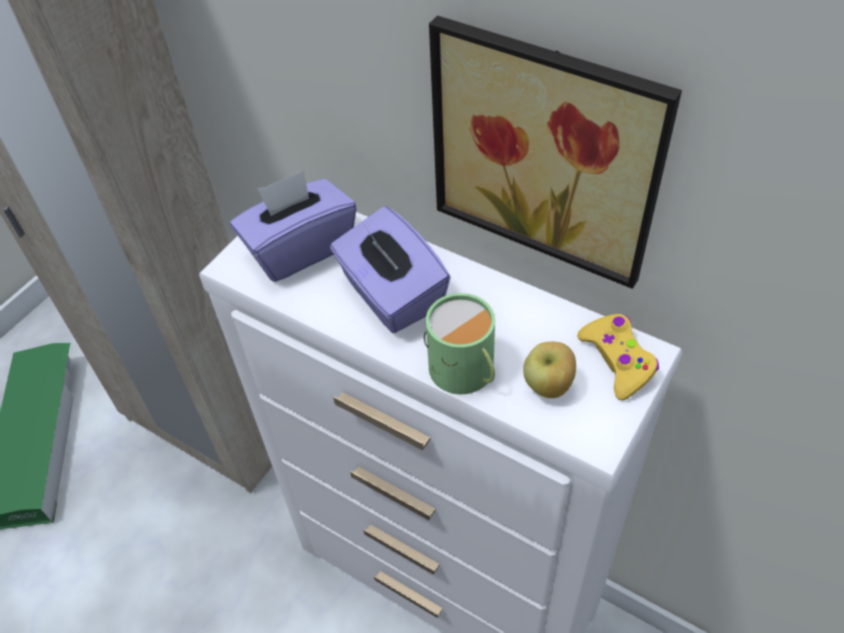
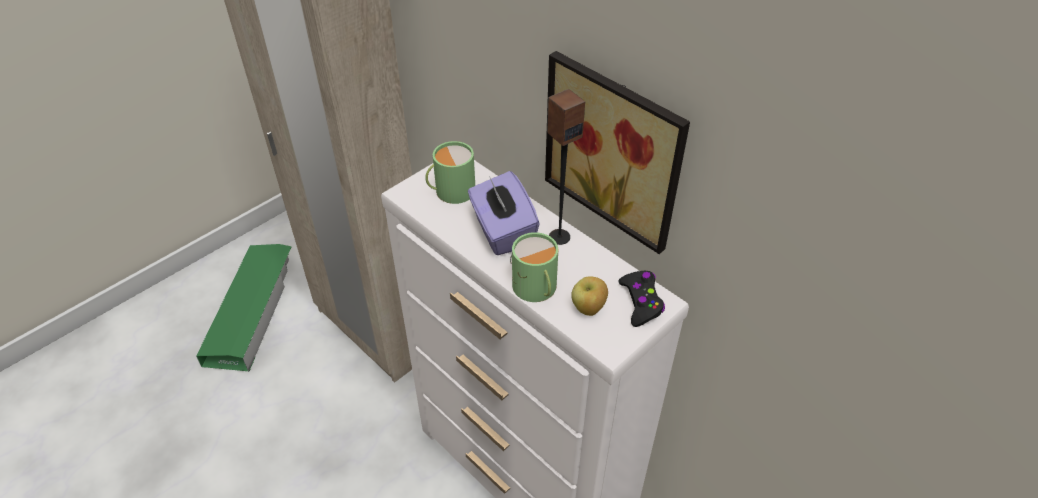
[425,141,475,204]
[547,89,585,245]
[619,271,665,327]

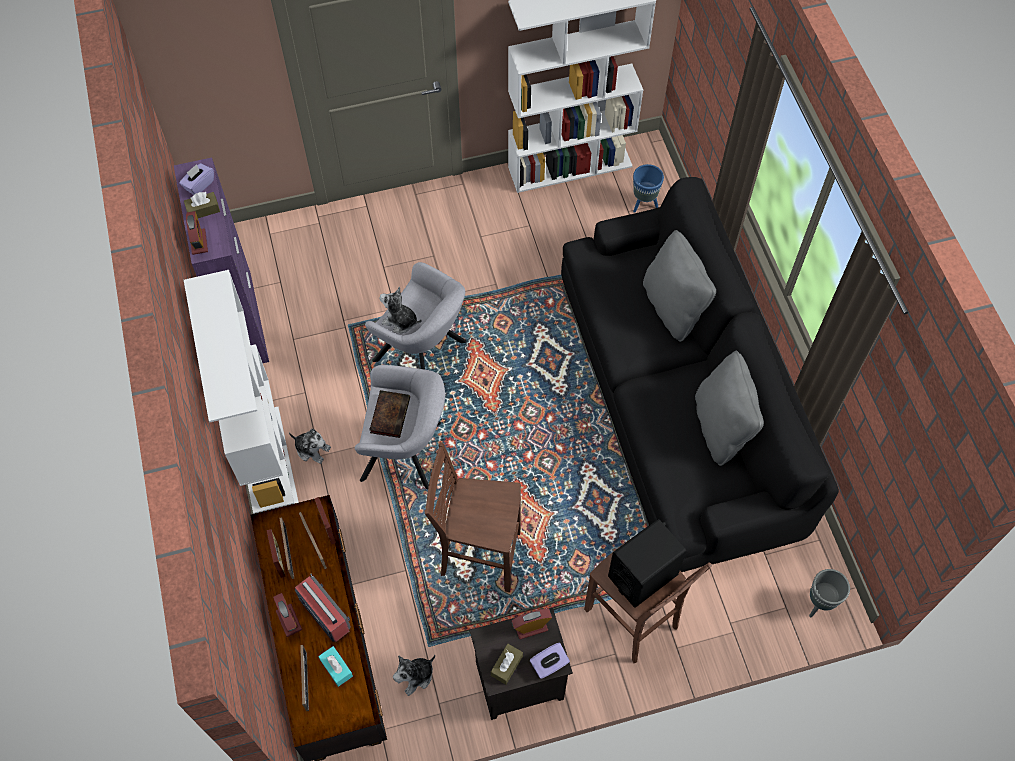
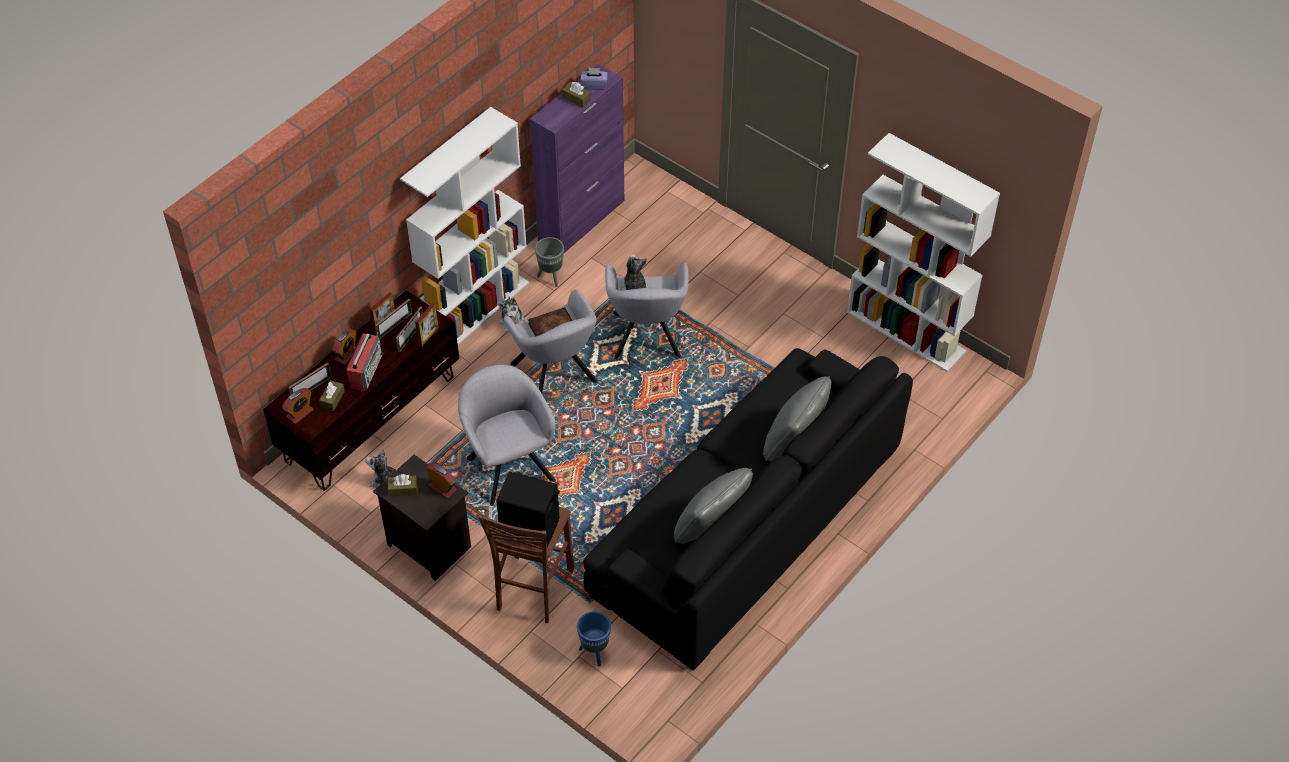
[282,388,314,424]
[319,380,345,411]
[458,365,556,506]
[535,237,564,287]
[577,611,611,666]
[530,643,570,679] (first image)

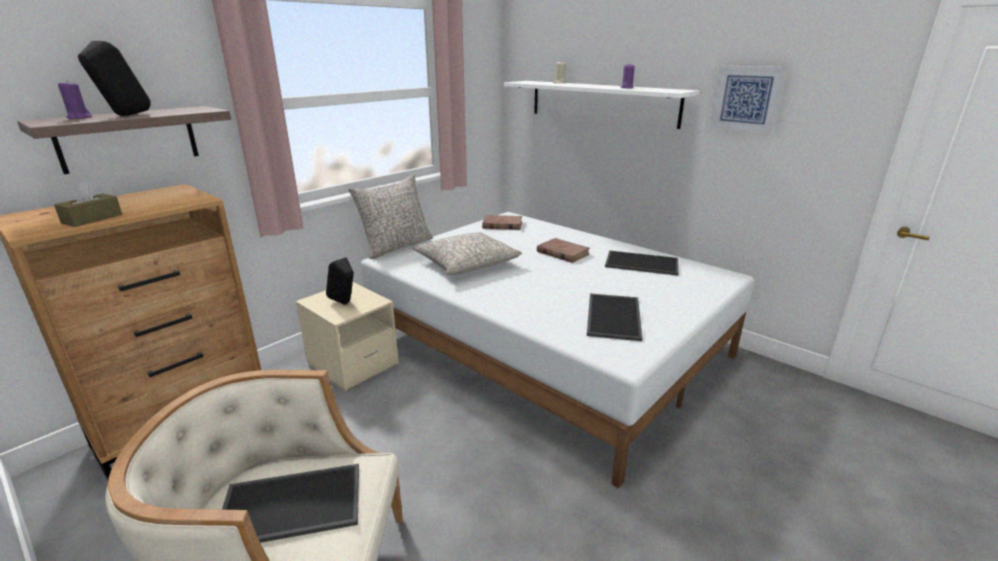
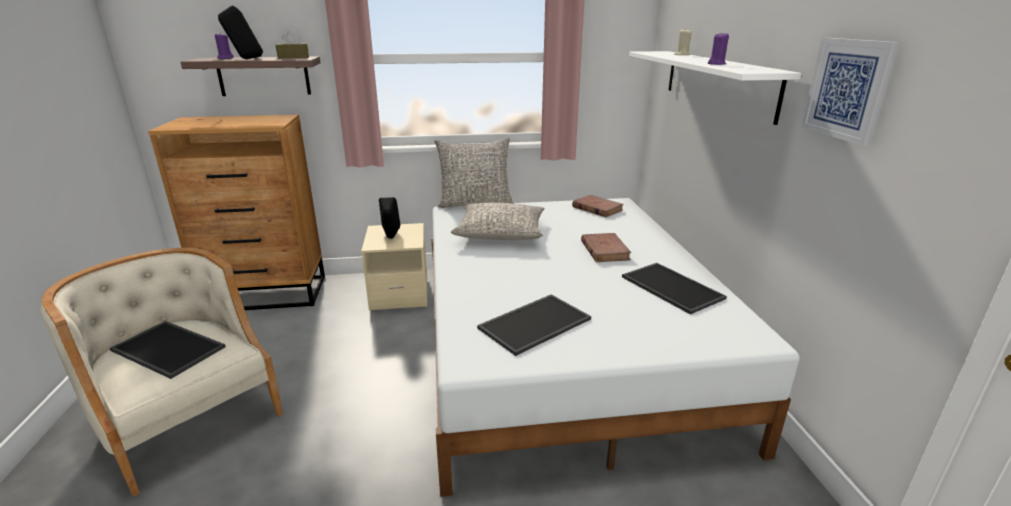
[276,31,309,59]

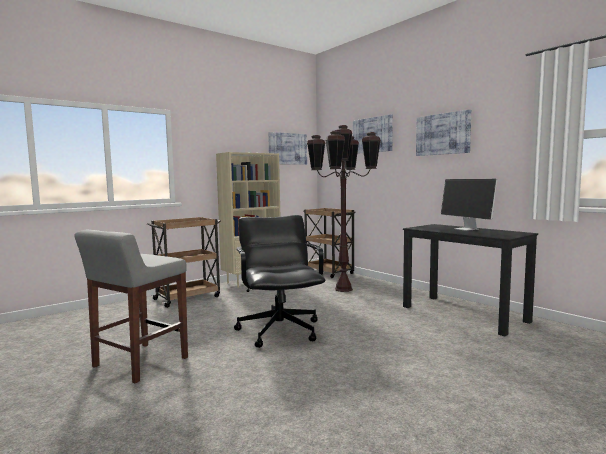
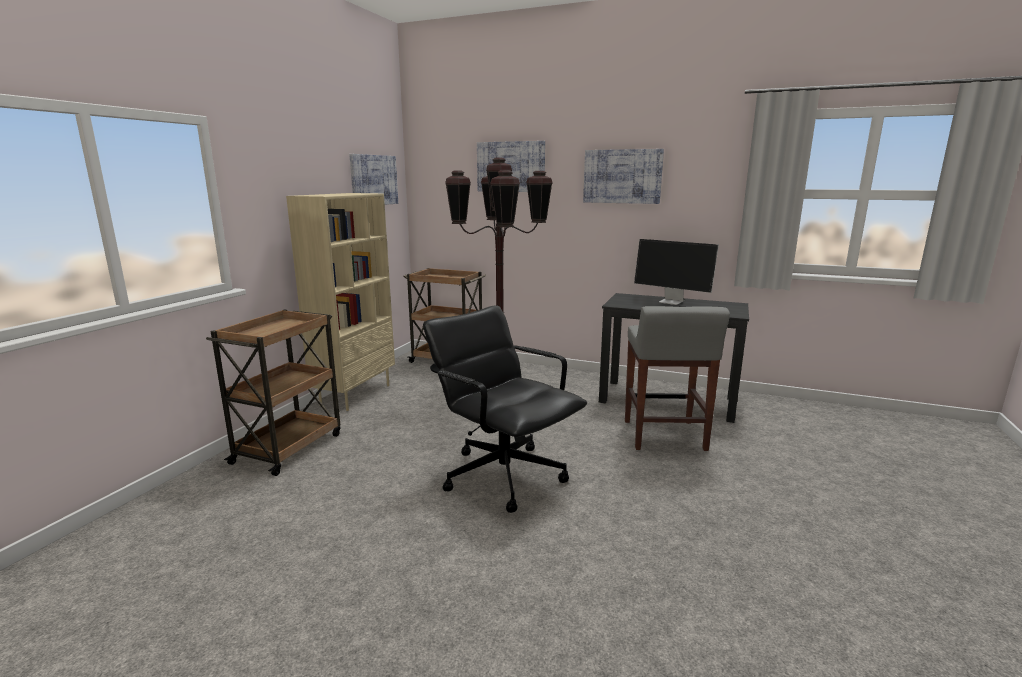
[625,306,730,451]

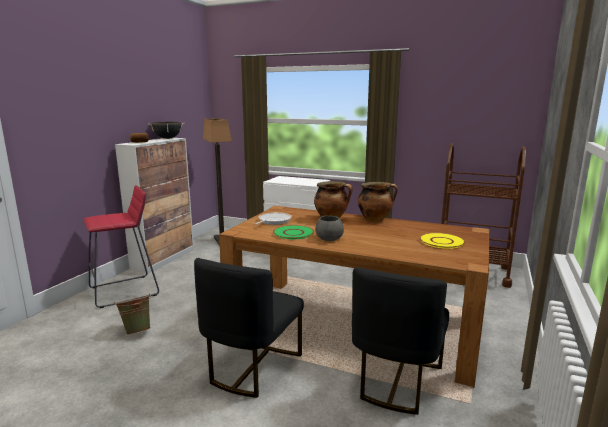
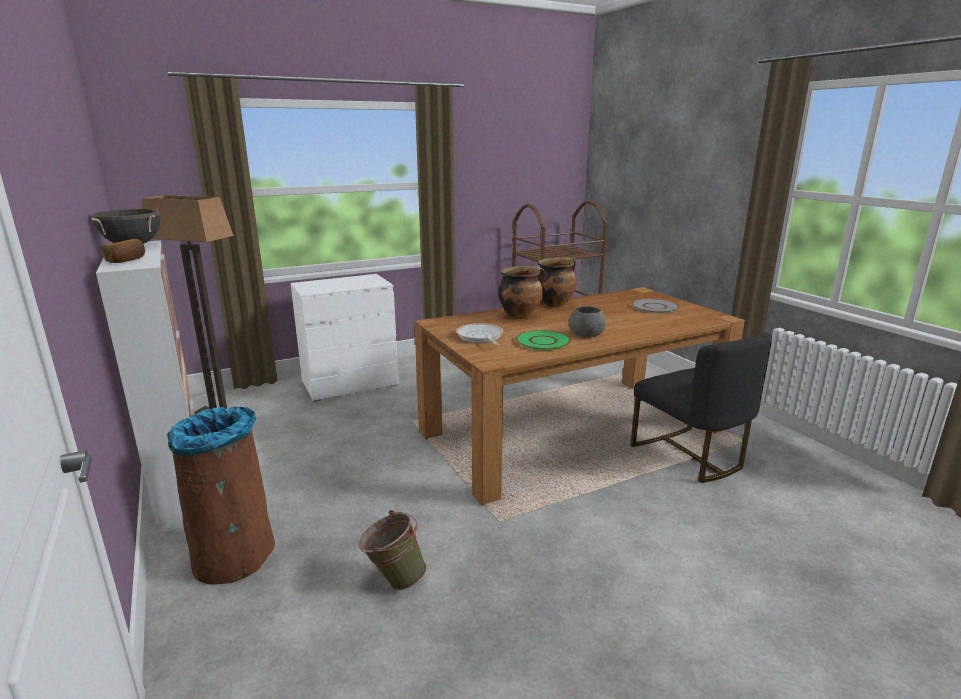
[167,407,275,585]
[631,299,679,313]
[194,258,304,398] (first image)

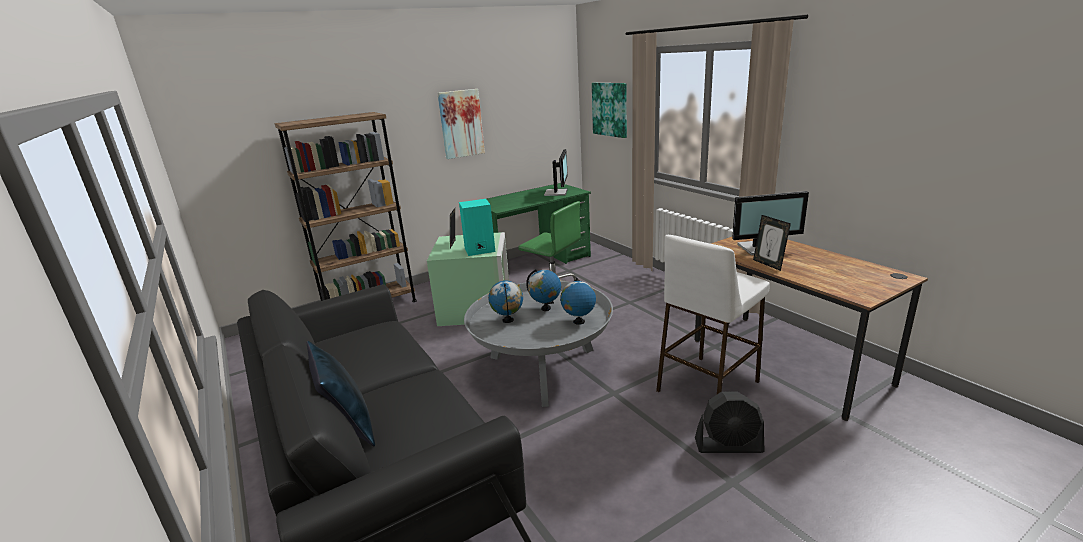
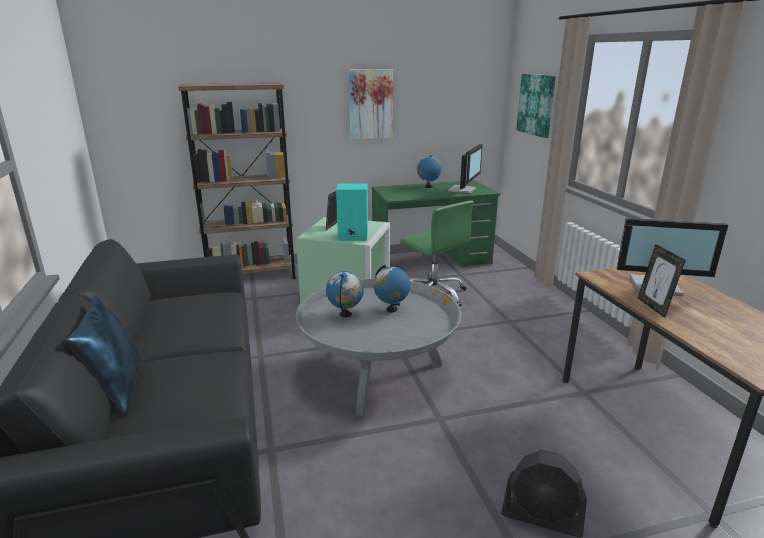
[417,155,442,188]
[656,235,770,394] (first image)

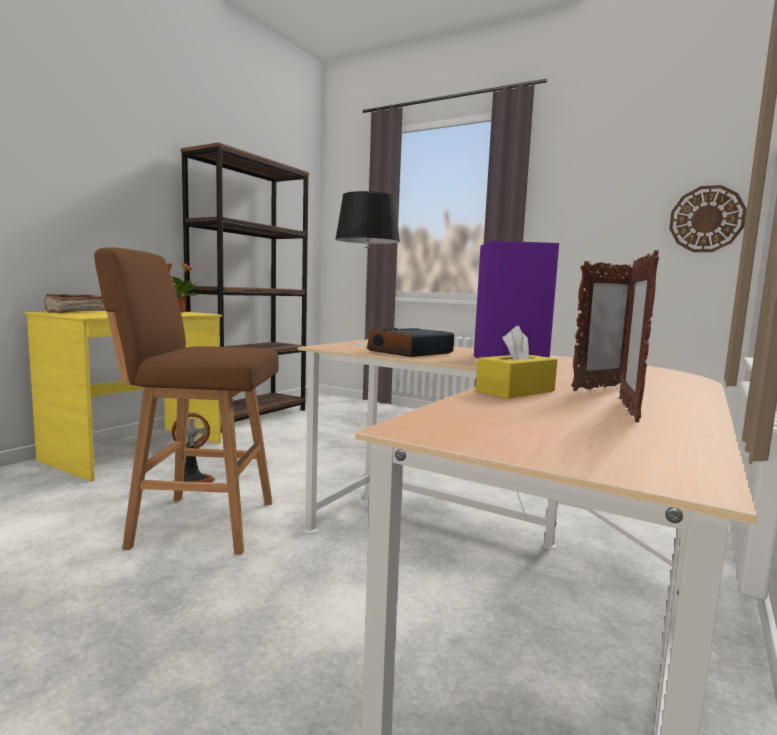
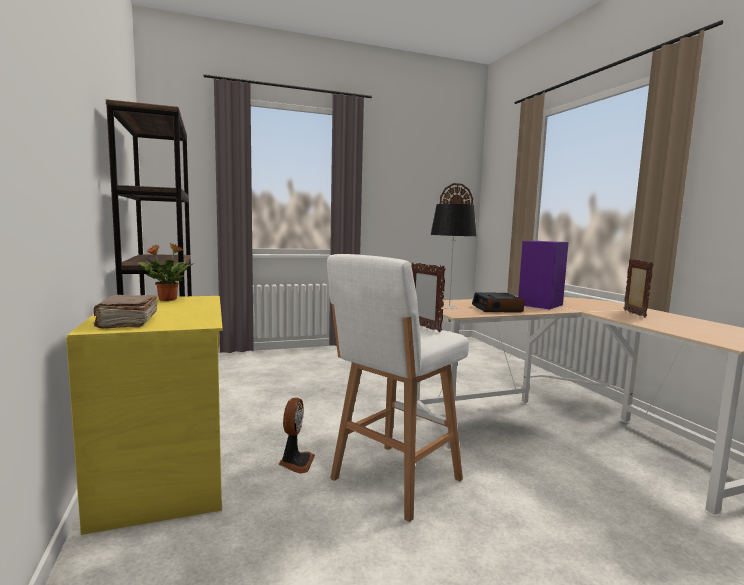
[327,254,469,522]
[411,262,446,332]
[475,326,557,399] (first image)

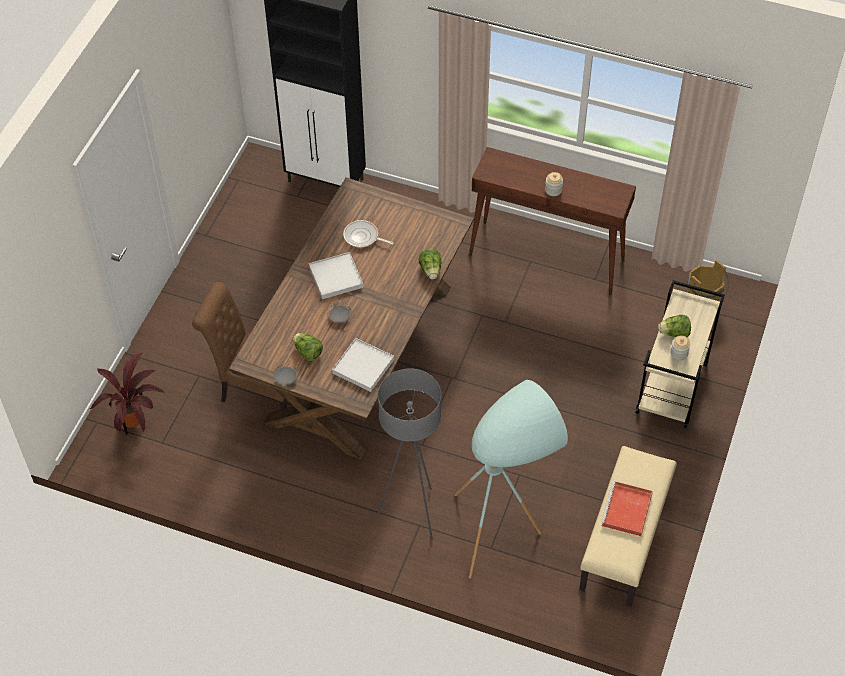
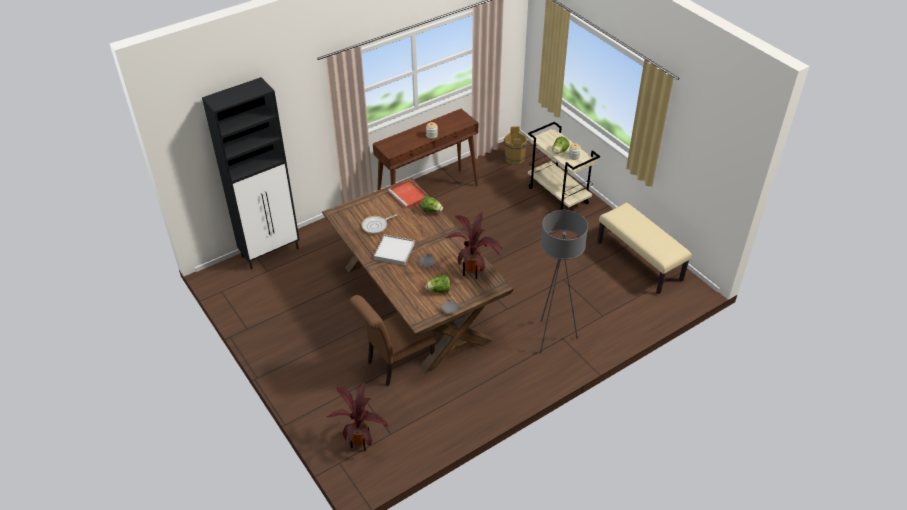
[388,179,429,209]
[445,212,502,279]
[454,380,568,579] (first image)

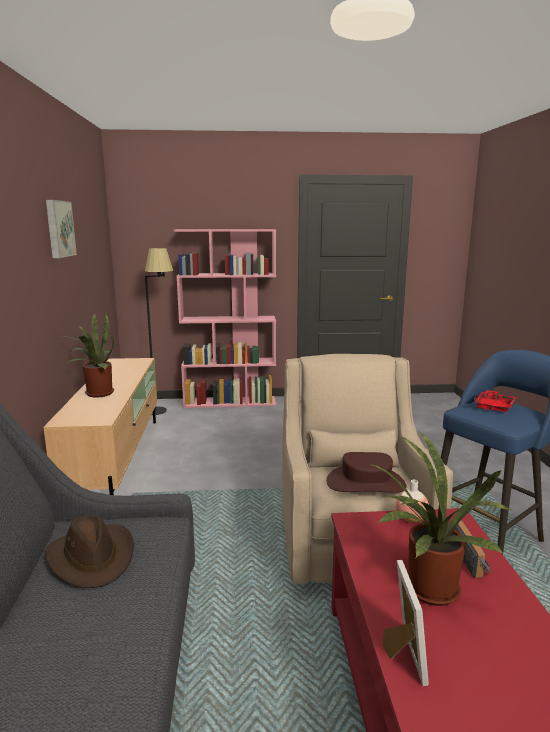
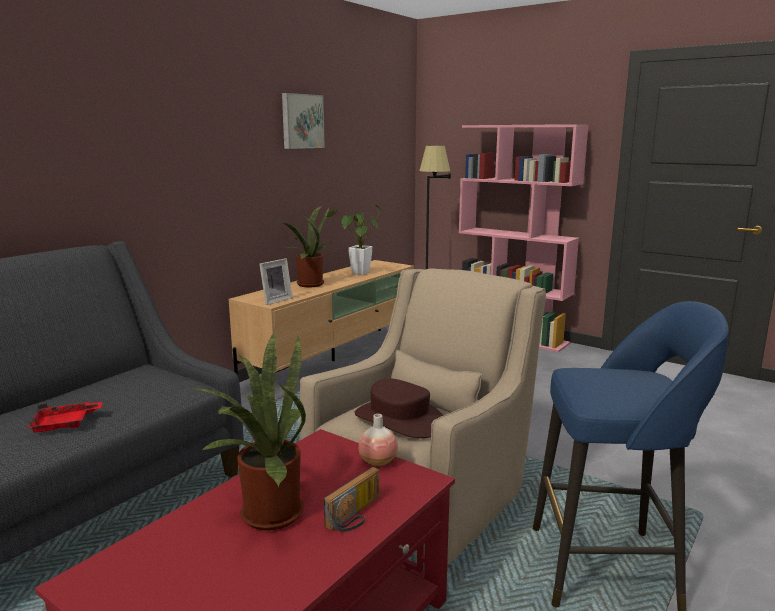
[27,401,103,432]
[259,258,293,305]
[326,204,382,275]
[45,515,134,588] (first image)

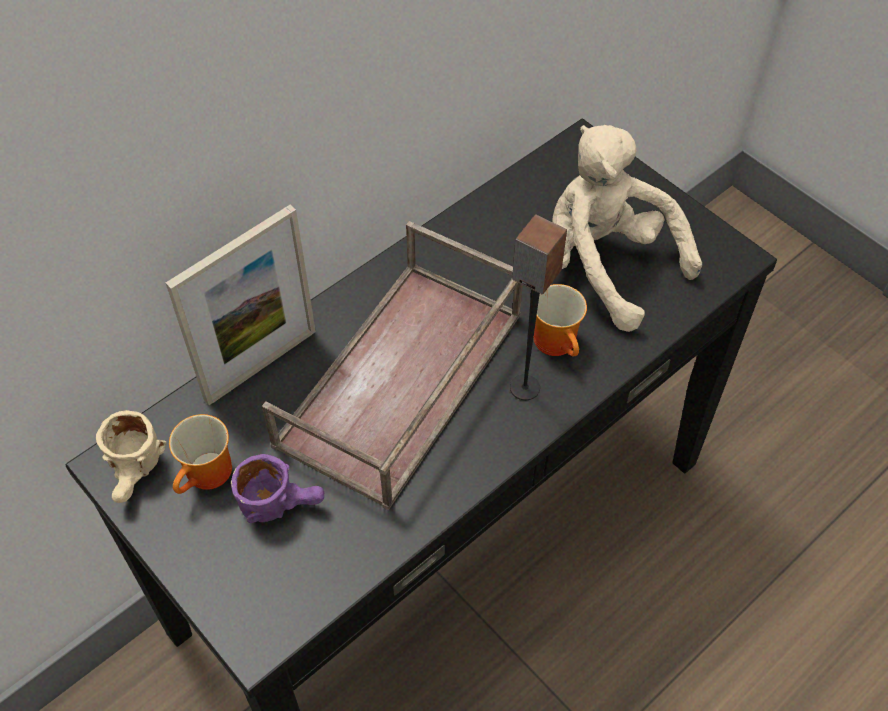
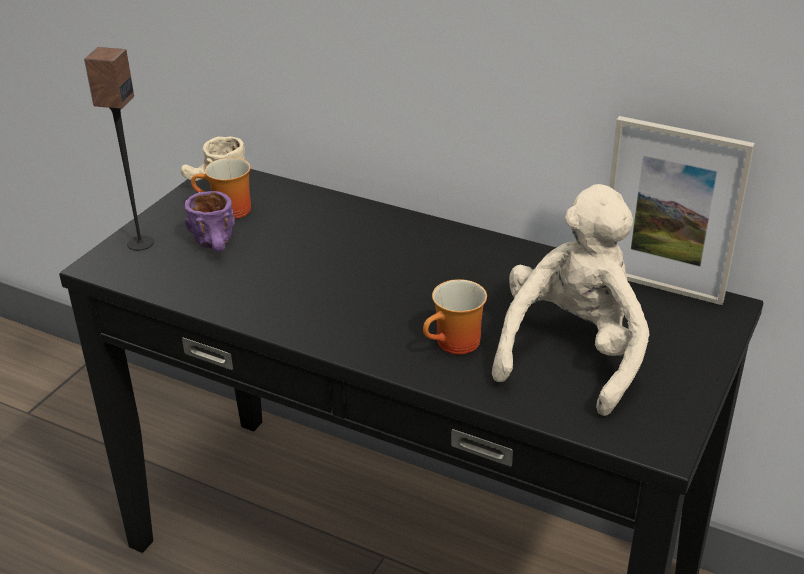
[84,47,154,251]
[609,116,755,305]
[262,221,523,510] (first image)

